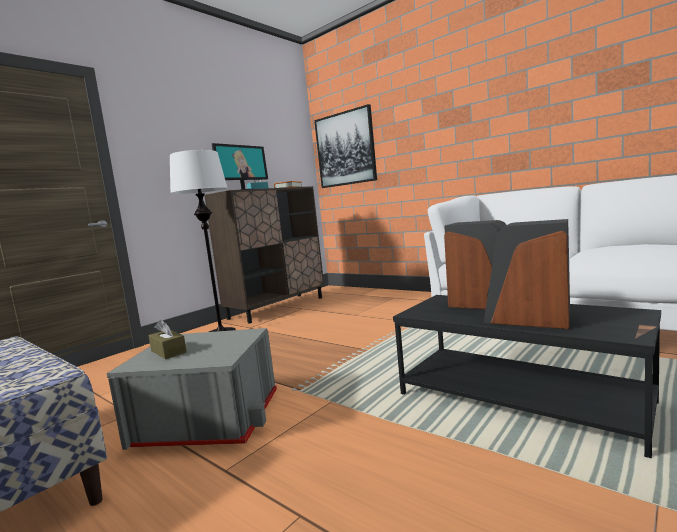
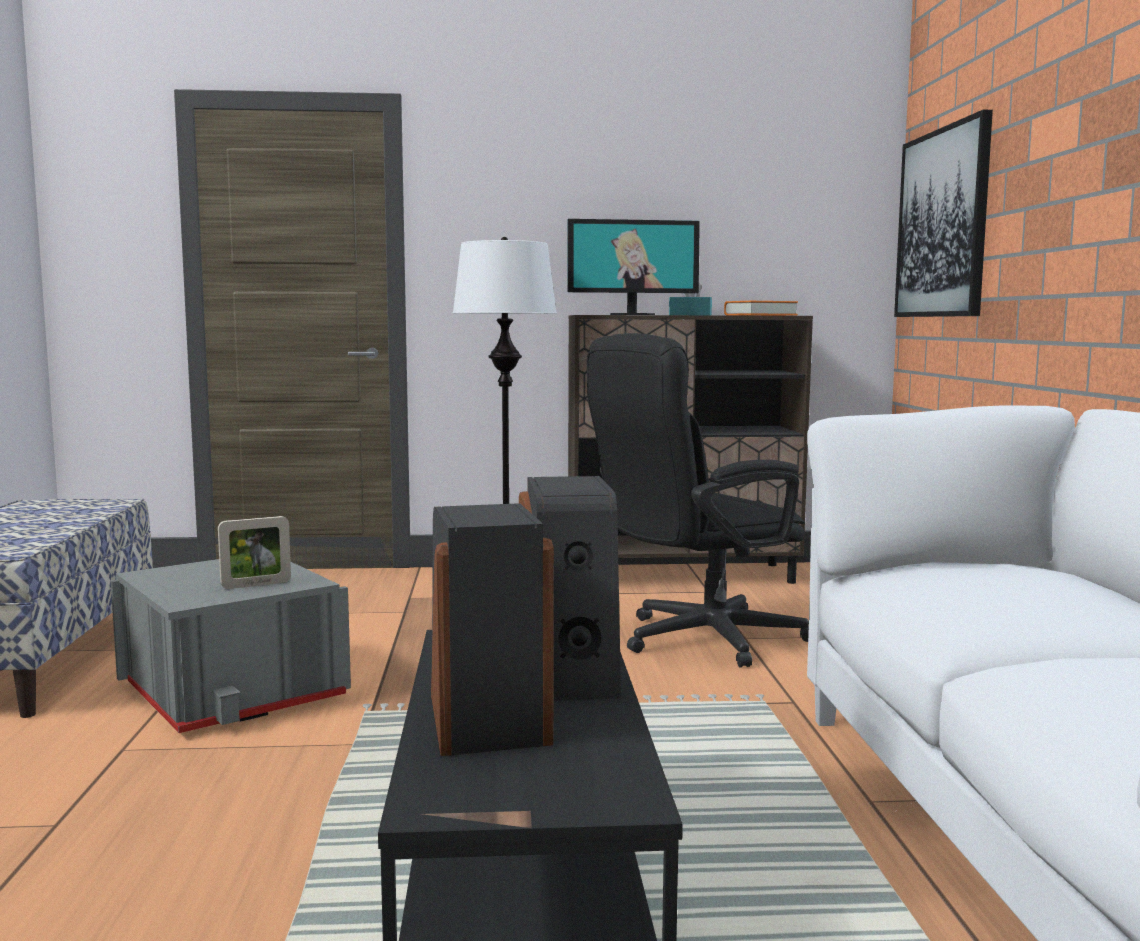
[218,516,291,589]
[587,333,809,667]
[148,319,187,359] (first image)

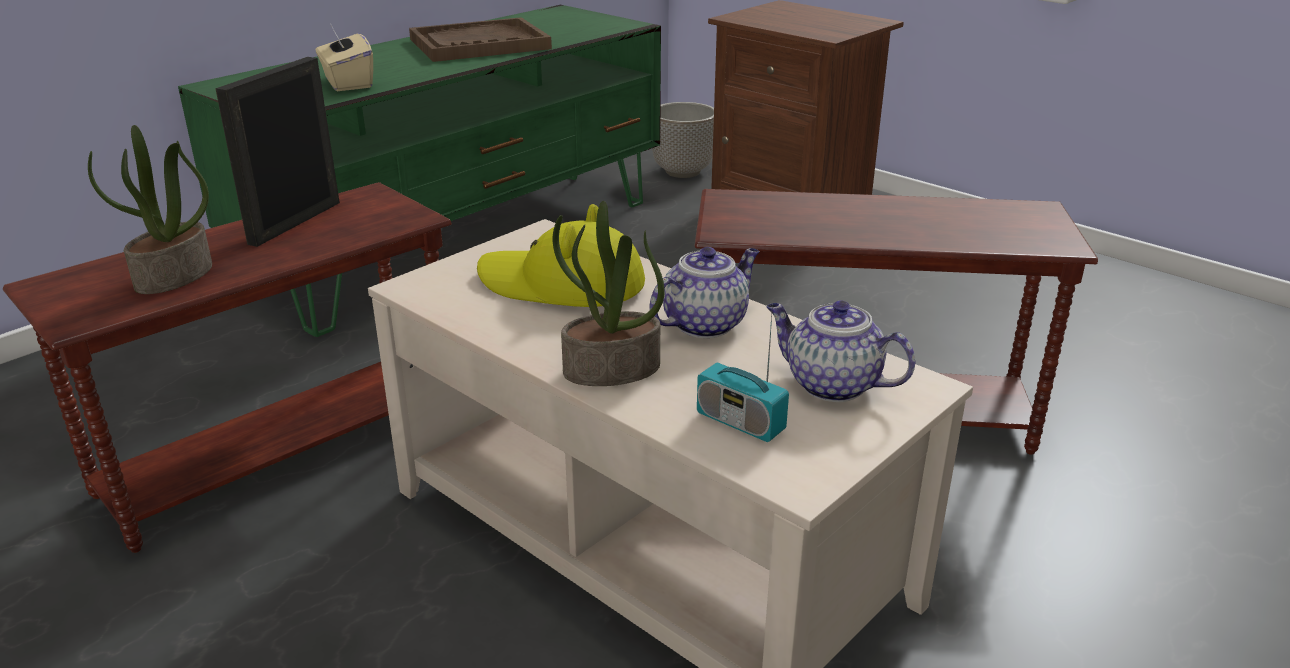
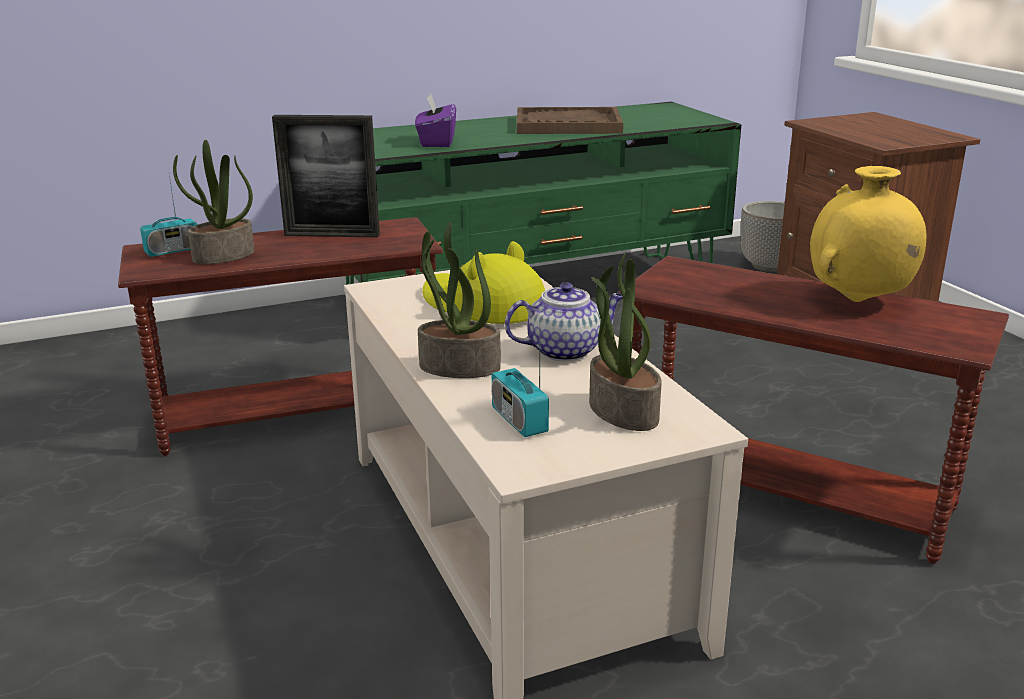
[140,175,198,257]
[272,115,380,238]
[415,94,456,147]
[589,252,662,431]
[810,166,926,302]

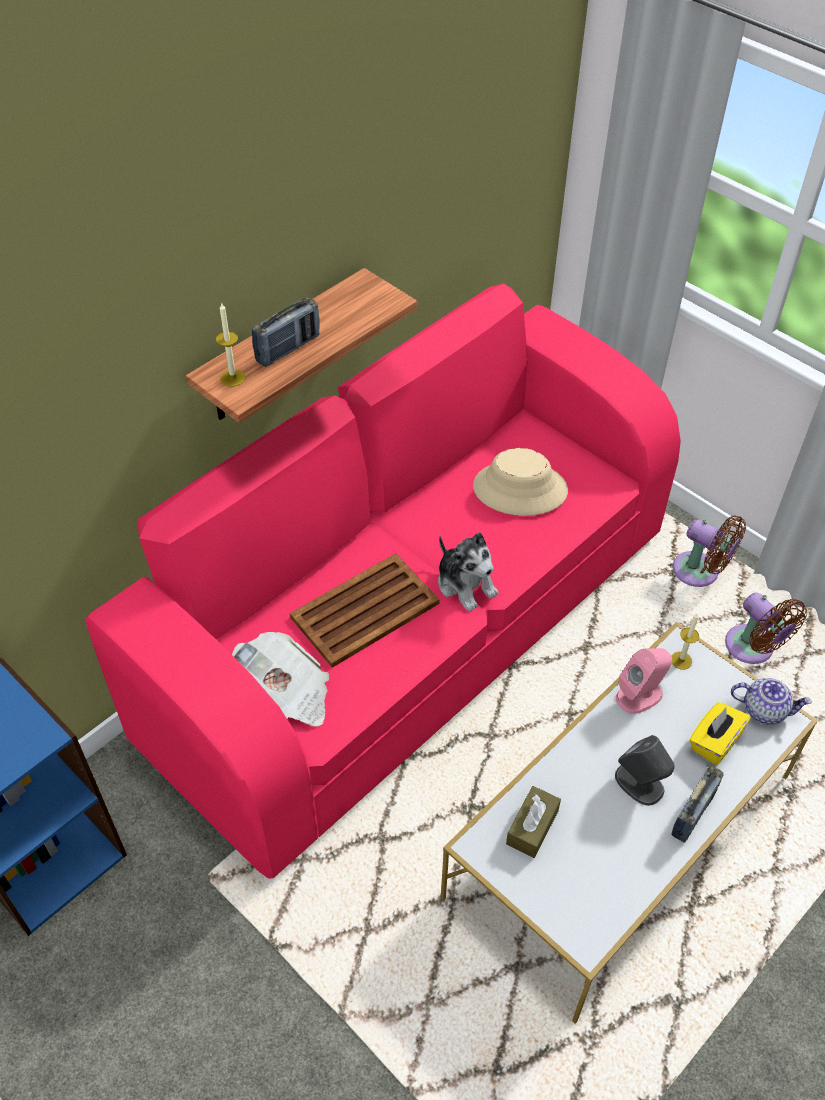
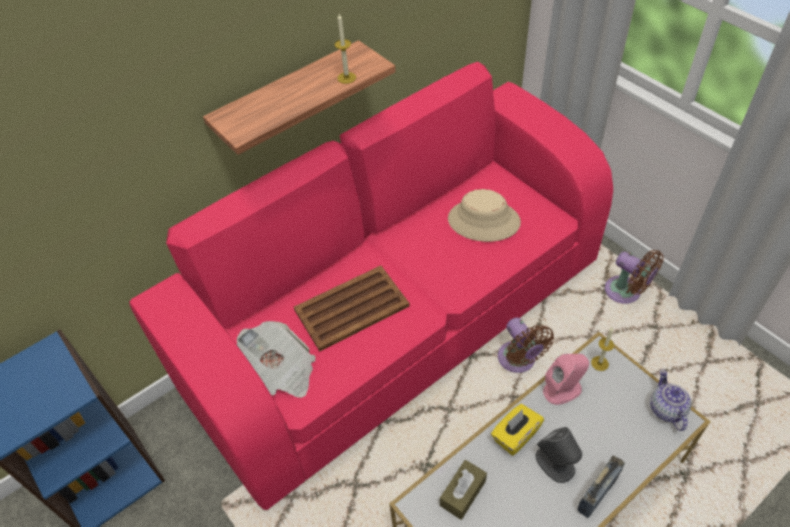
[334,14,356,84]
[491,404,544,456]
[498,317,554,373]
[650,369,691,431]
[252,297,320,367] (first image)
[438,532,499,611] (first image)

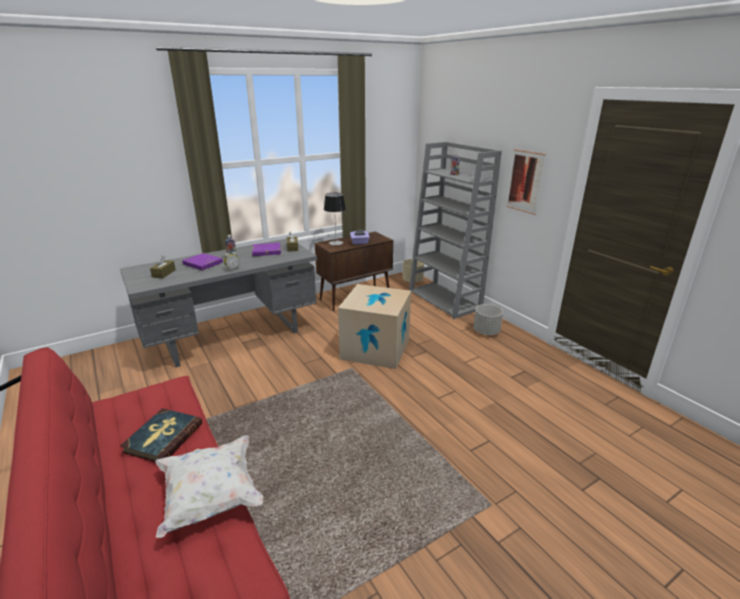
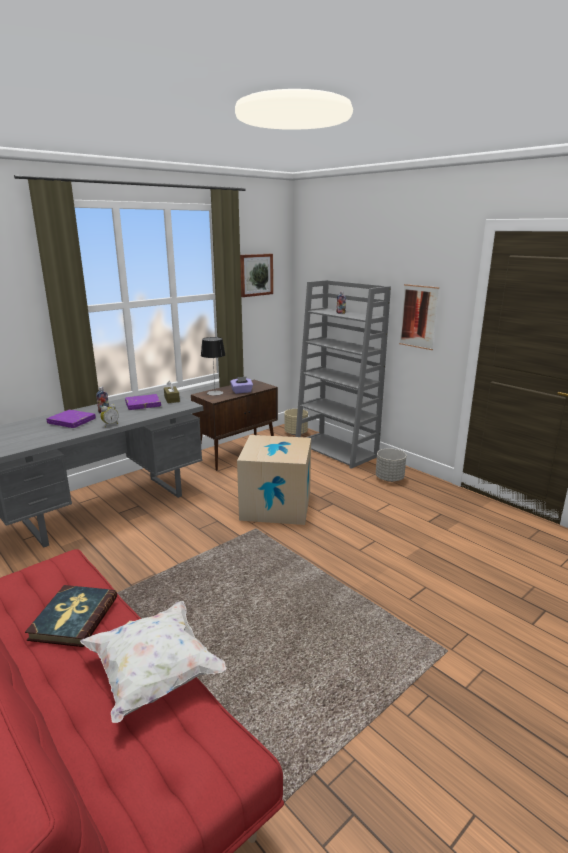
[240,254,273,297]
[150,255,176,278] (first image)

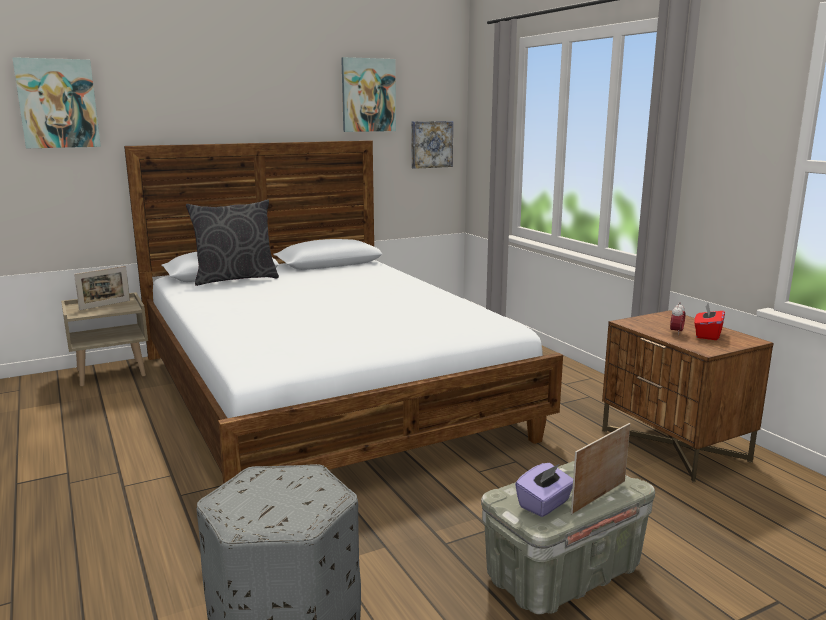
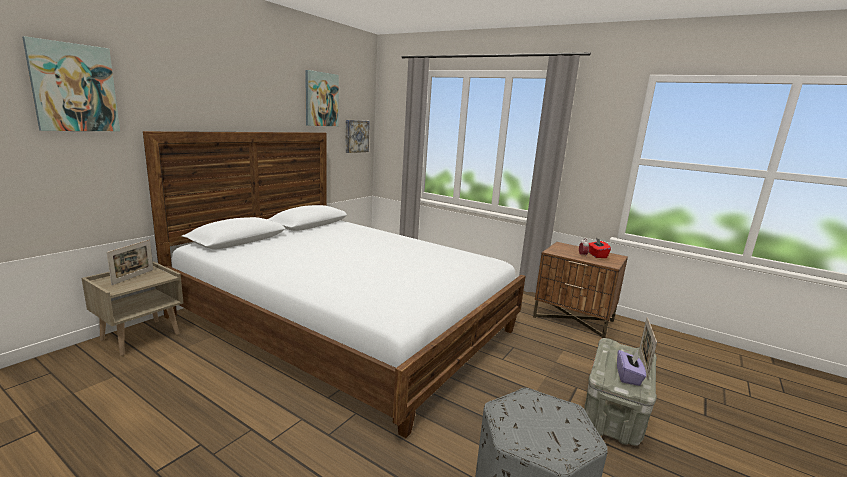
[186,199,279,286] (first image)

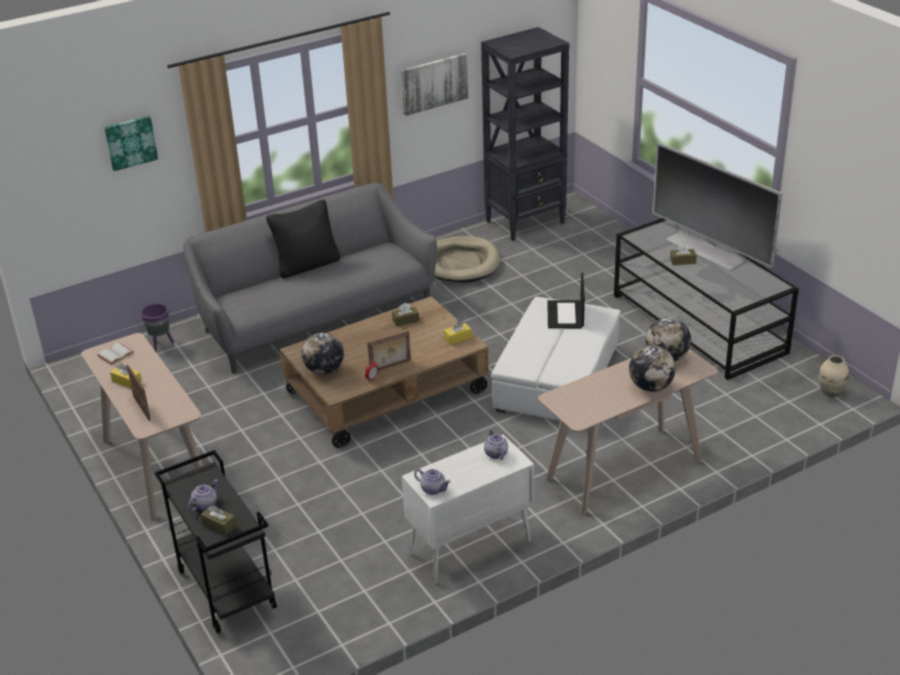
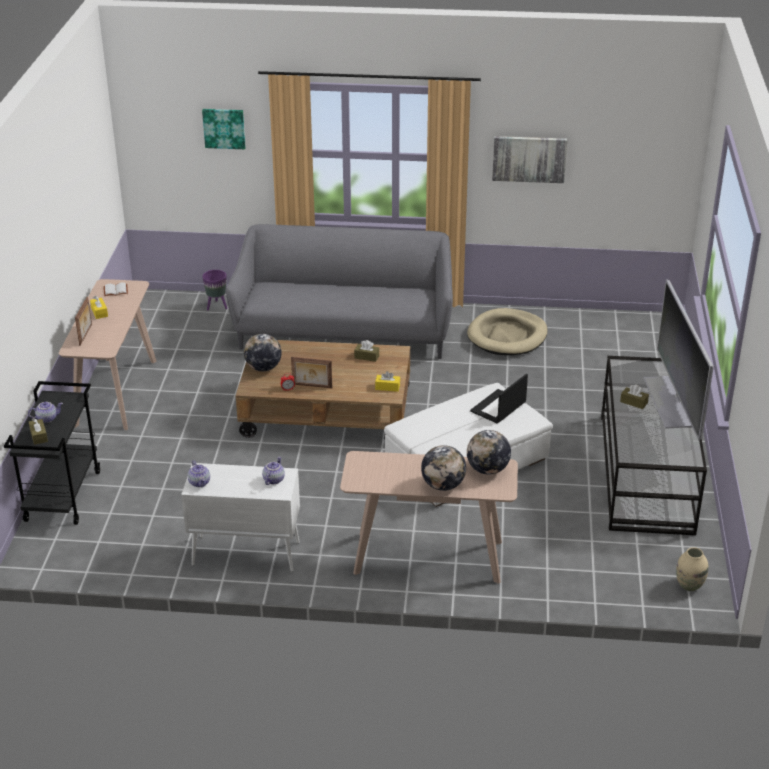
[266,200,340,278] (first image)
[481,27,570,241] (first image)

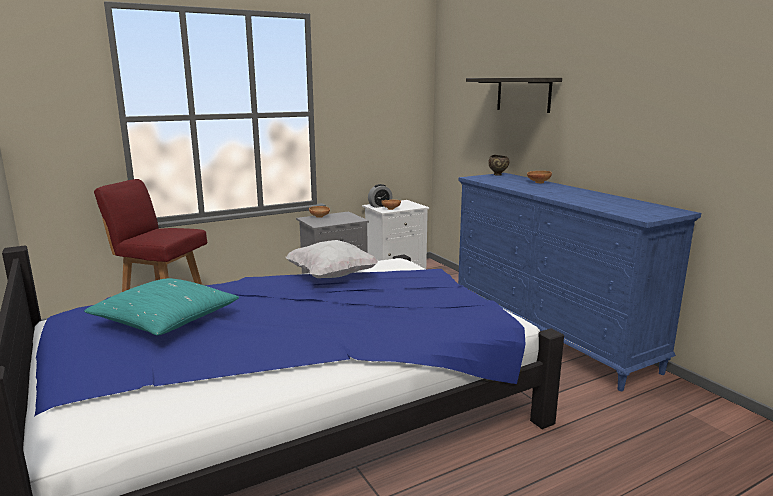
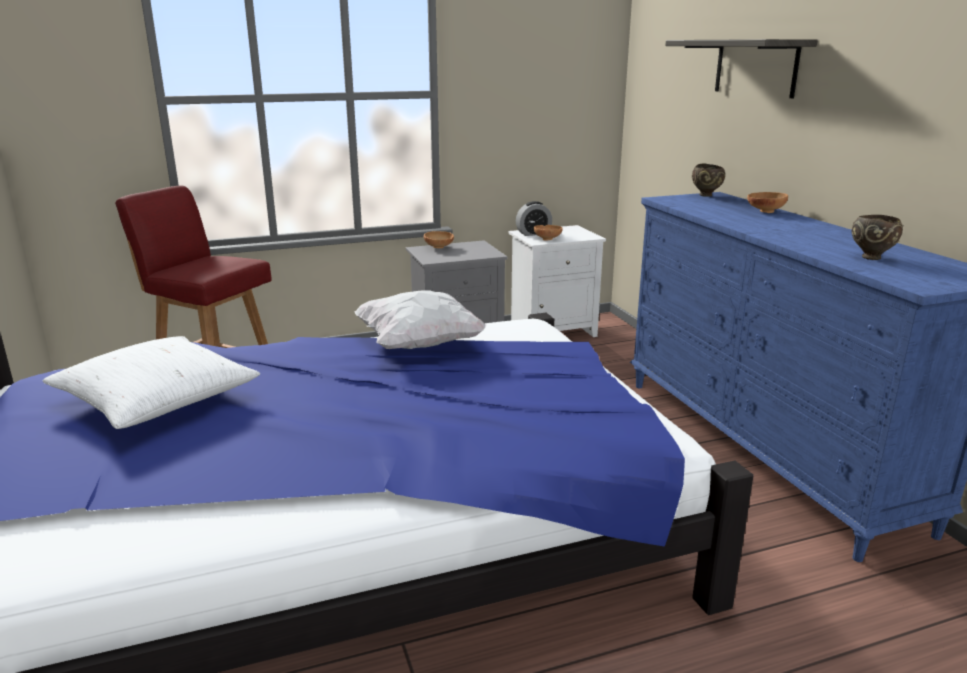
[43,336,260,429]
[851,215,903,260]

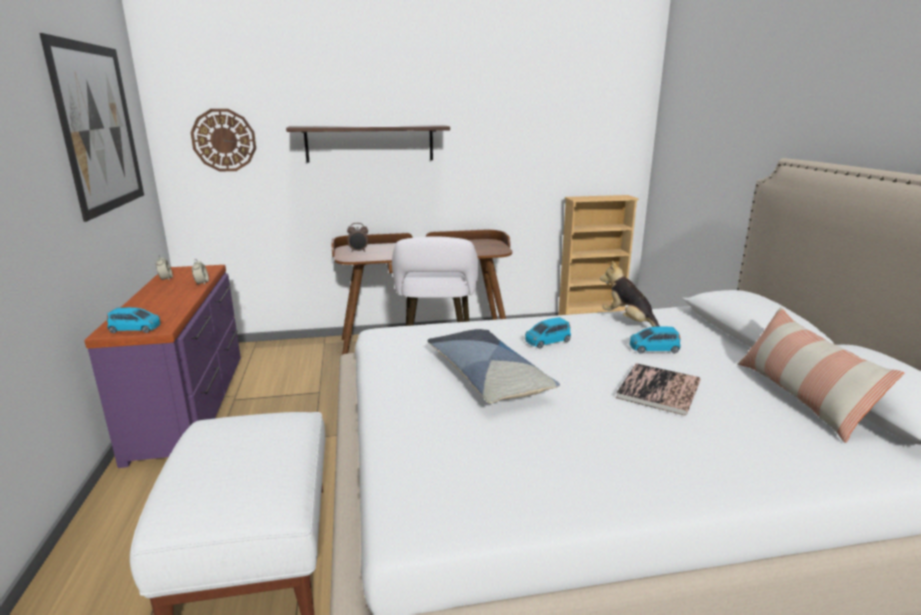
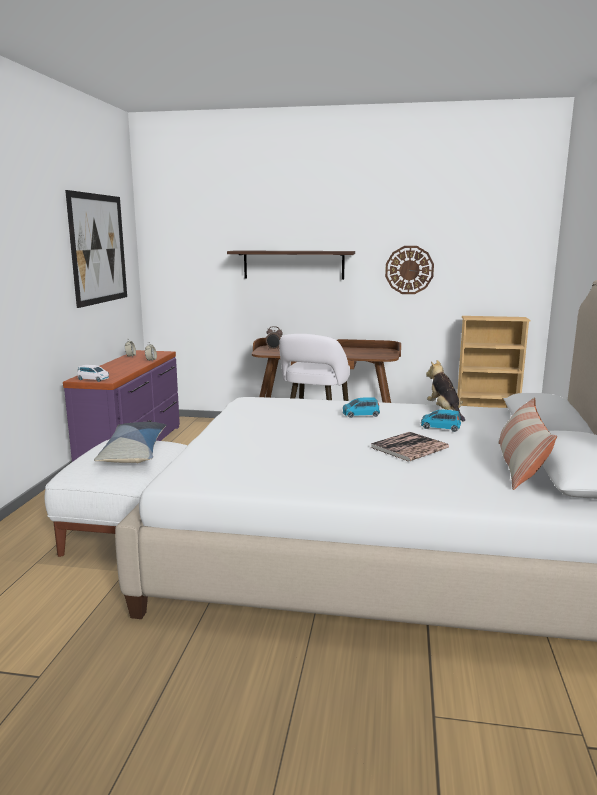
[77,364,109,382]
[94,422,167,463]
[385,246,434,294]

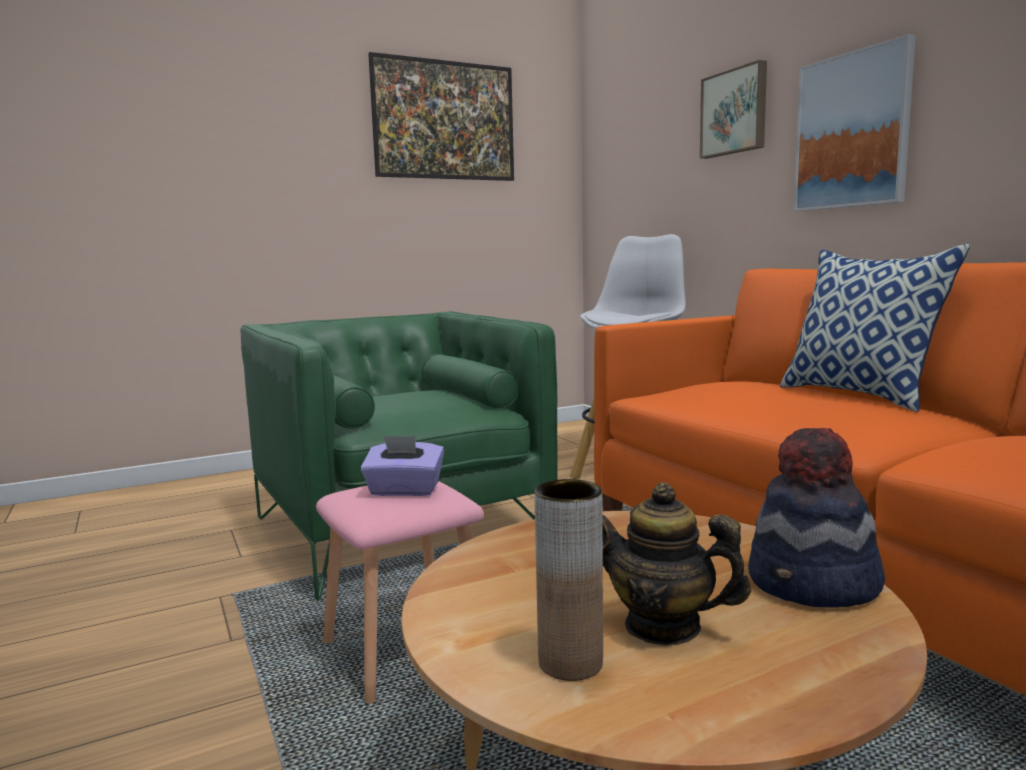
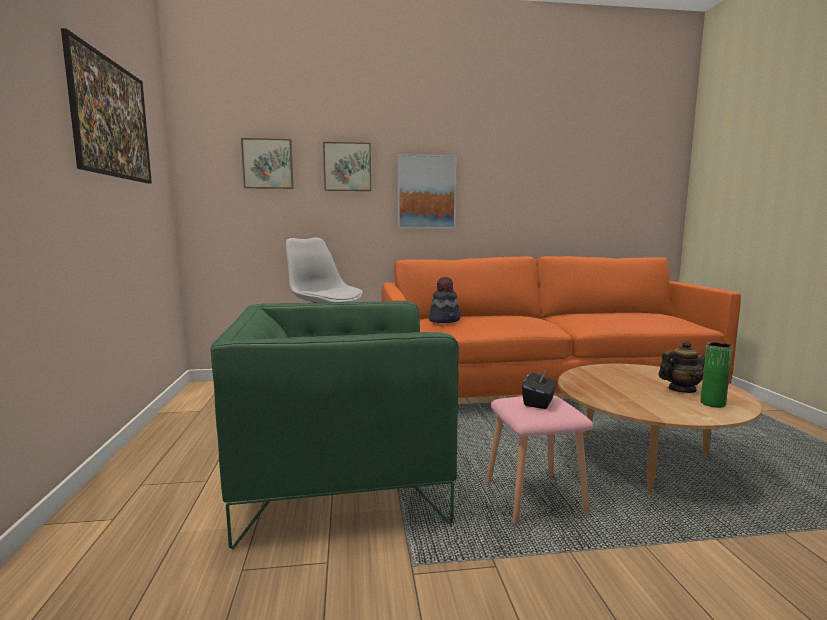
[241,138,293,189]
[429,277,461,323]
[522,368,557,409]
[658,341,705,393]
[700,342,733,408]
[780,244,970,412] (first image)

